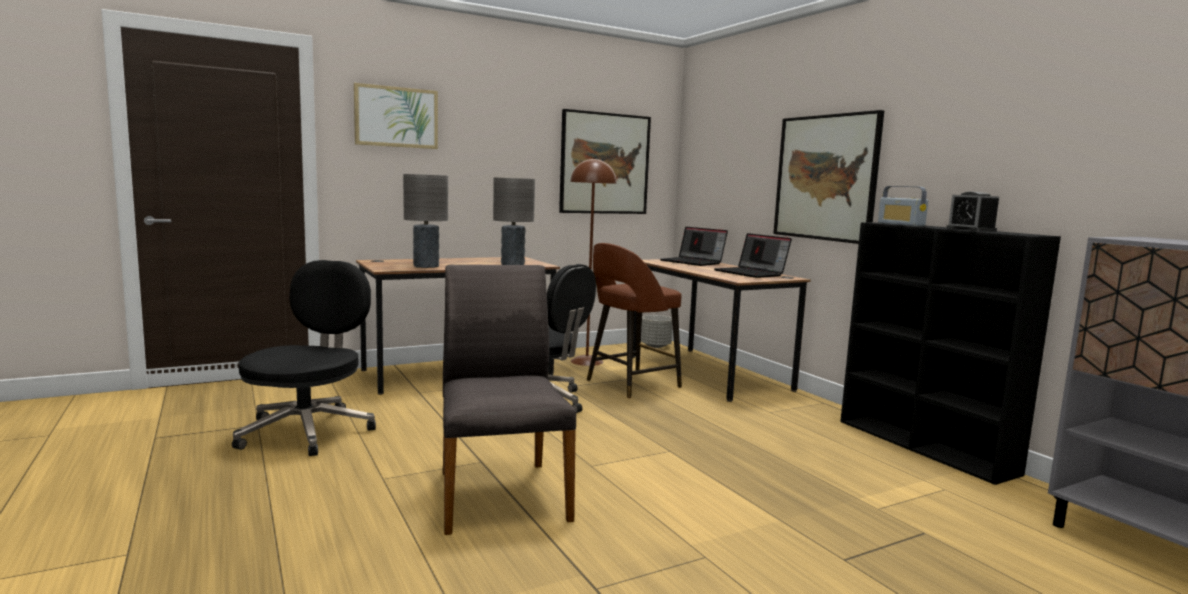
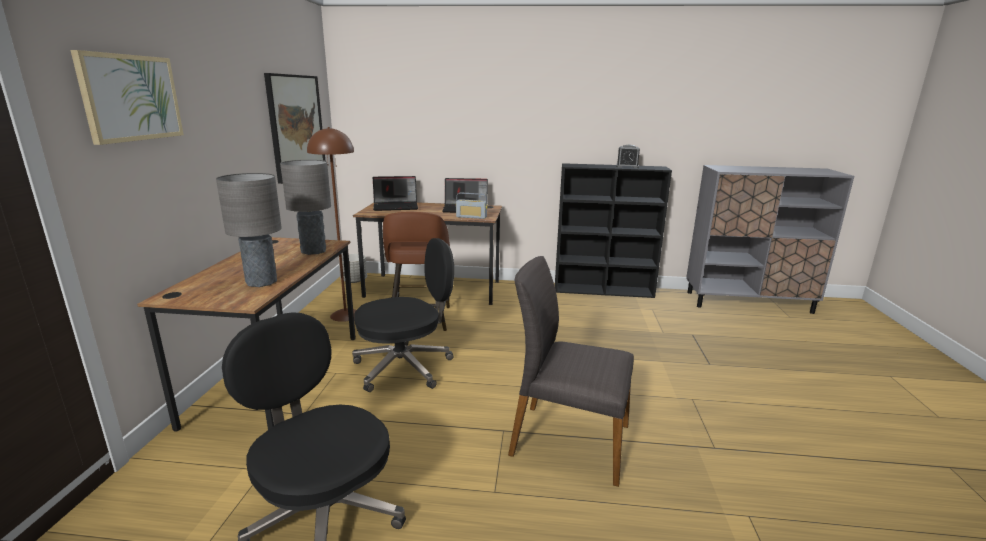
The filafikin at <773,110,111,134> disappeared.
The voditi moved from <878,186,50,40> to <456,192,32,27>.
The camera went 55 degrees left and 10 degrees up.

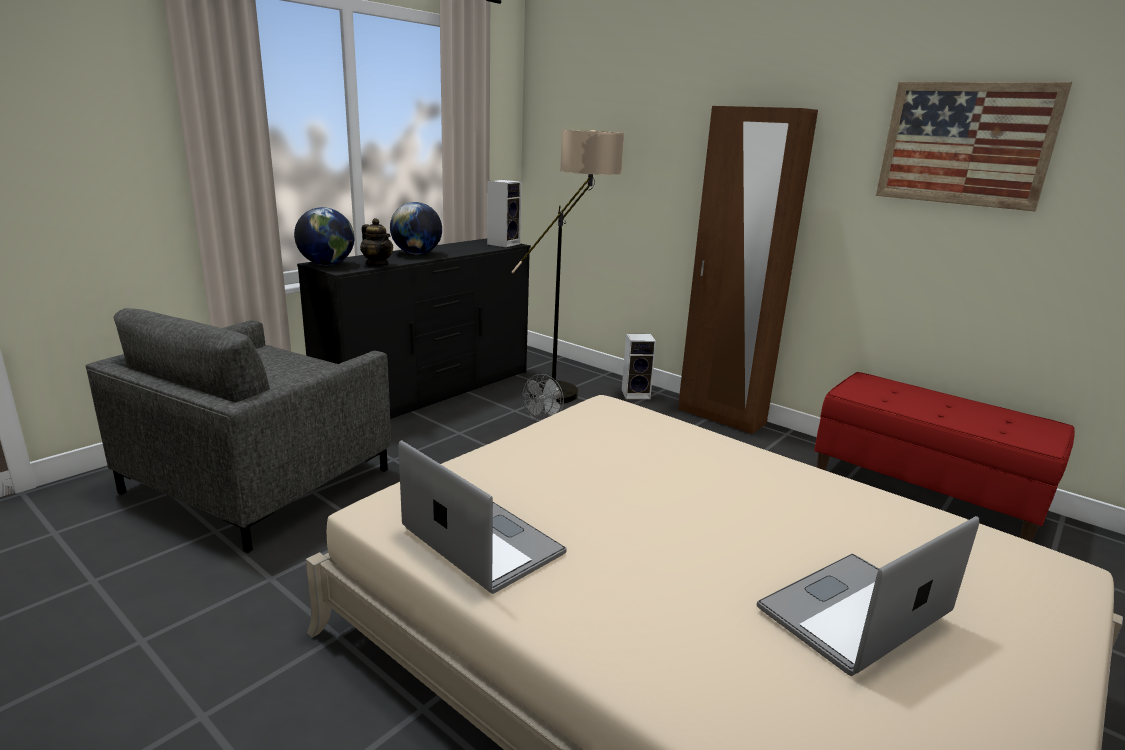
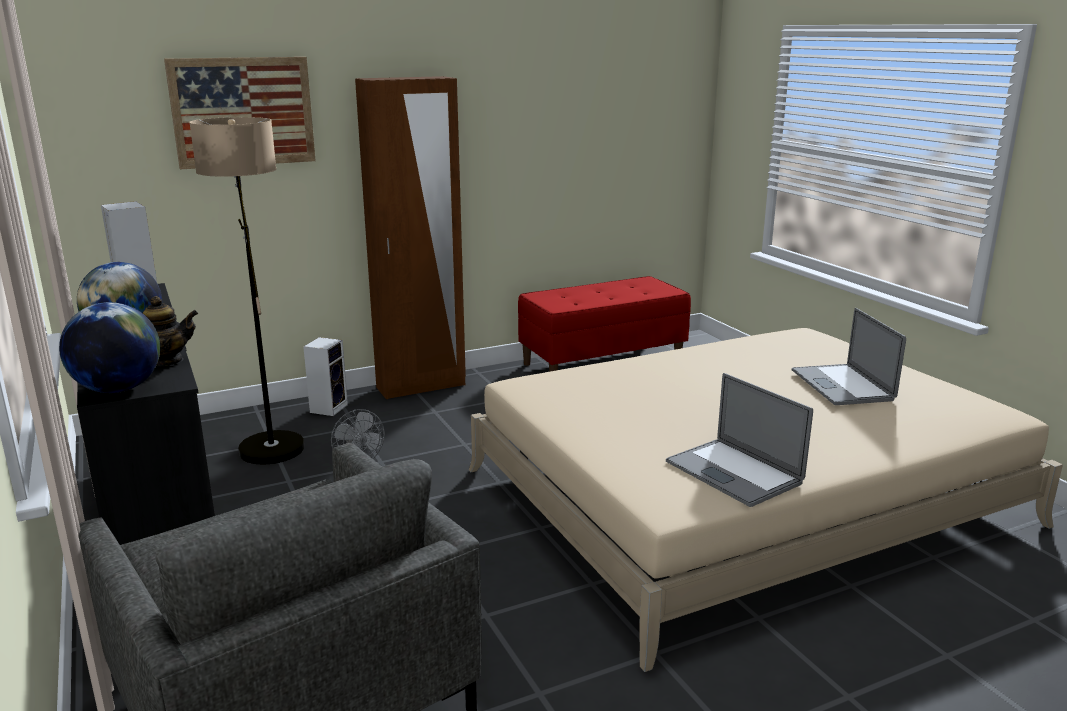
The filafikin moved from <876,82,196,129> to <164,57,152,113>.
The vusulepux at <398,440,169,154> turned 105 degrees counterclockwise.
The camera went 65 degrees left and 0 degrees up.

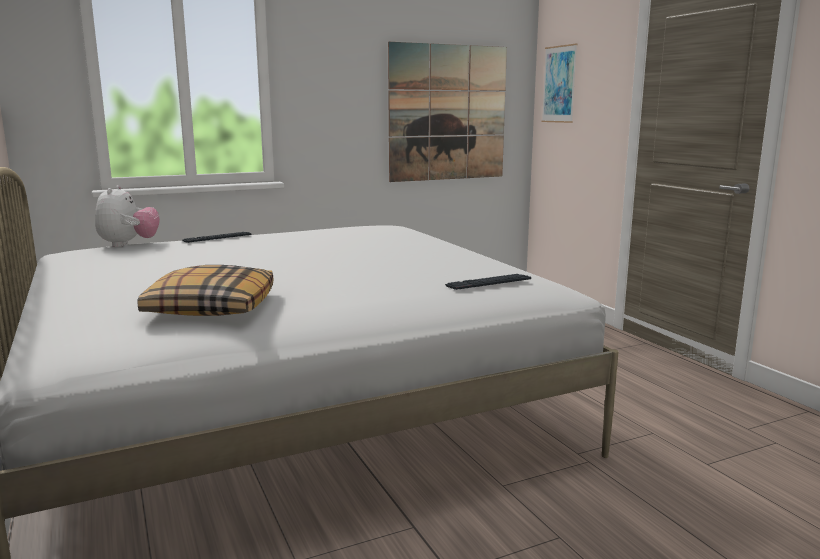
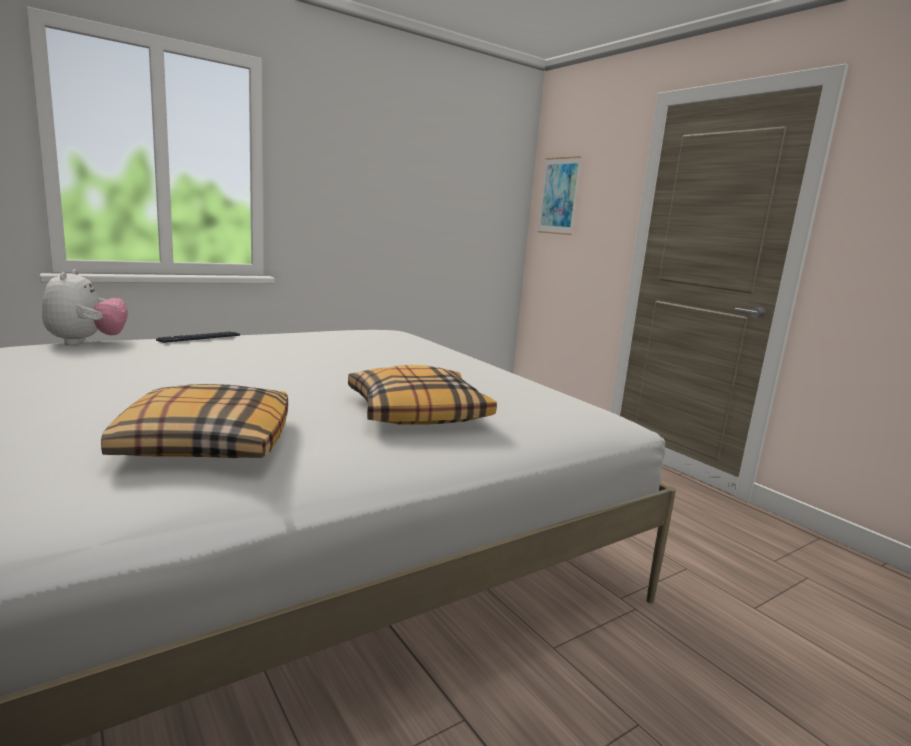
The filafikin at <388,42,119,140> disappeared.
The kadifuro at <445,274,86,16> disappeared.
The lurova at <348,365,149,60> appeared.
The camera went 10 degrees left and 0 degrees up.

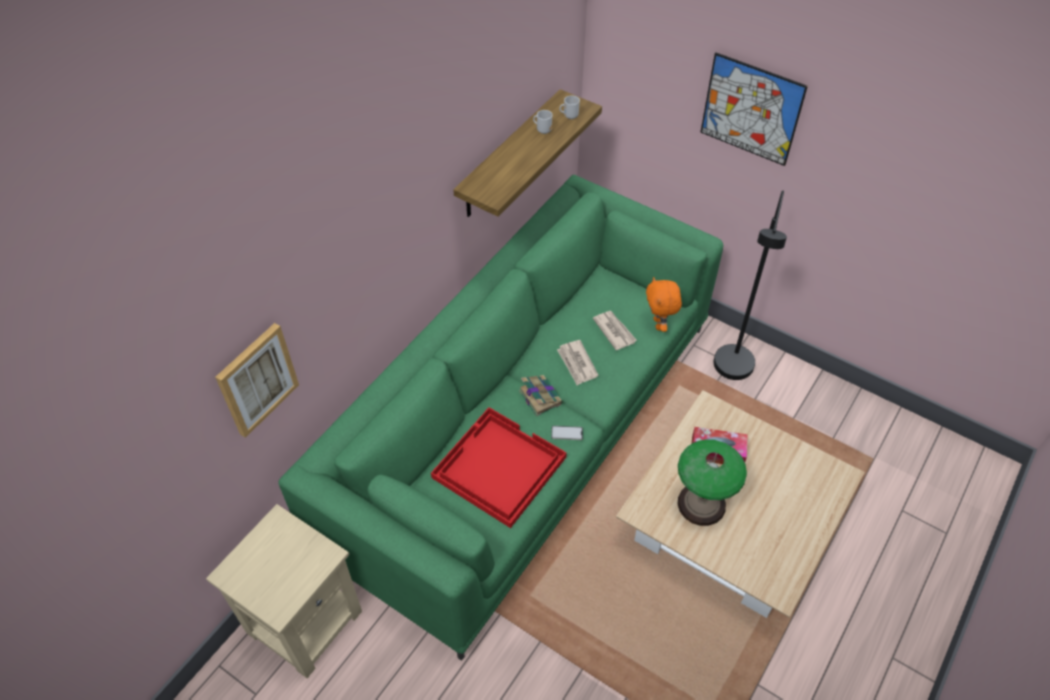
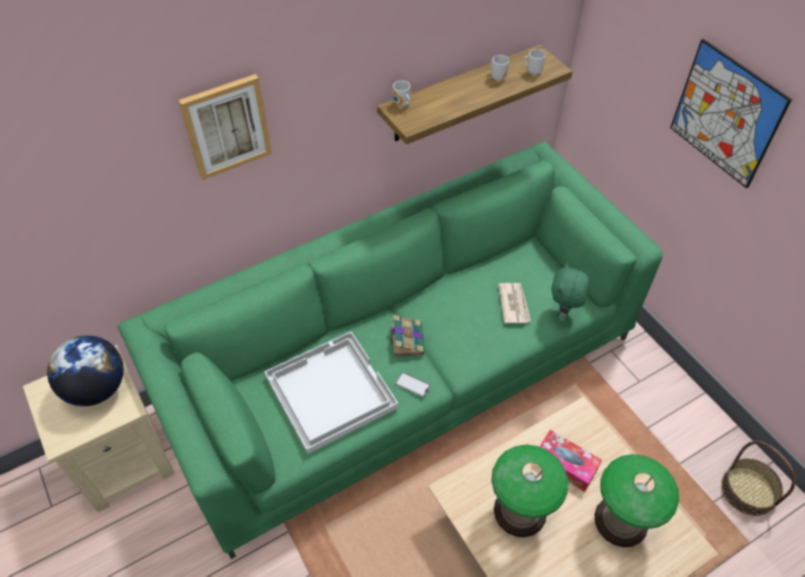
The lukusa at <557,340,42,45> disappeared.
The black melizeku at <714,191,73,189> disappeared.
The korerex at <47,335,77,71> appeared.
The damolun at <393,81,17,26> appeared.
The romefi at <594,454,85,93> appeared.
The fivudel at <721,441,75,75> appeared.
The filafikin moved from <215,323,84,115> to <178,74,94,106>.
The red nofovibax at <431,407,136,121> became the white nofovibax at <264,331,134,123>.
The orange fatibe at <646,277,36,55> became the green fatibe at <552,263,38,60>.
The camera went 25 degrees right and 0 degrees up.

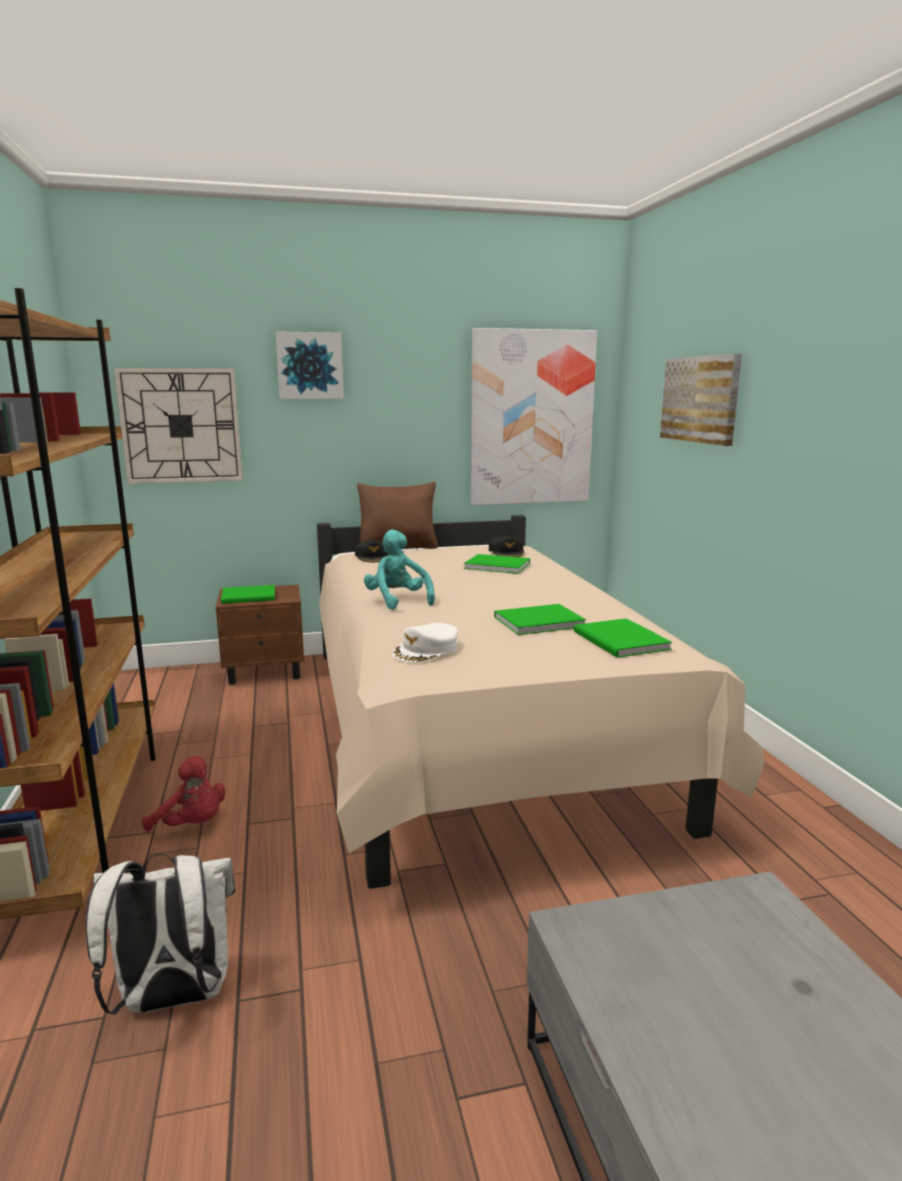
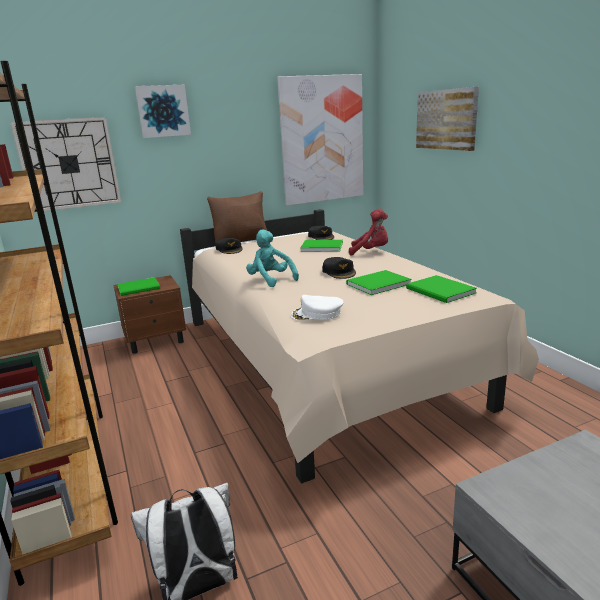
The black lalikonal at <322,257,34,22> appeared.
The red fatibe moved from <142,756,83,76> to <349,209,39,47>.
The white lalikonal at <392,623,66,40> turned 60 degrees clockwise.
The camera went 10 degrees left and 5 degrees up.

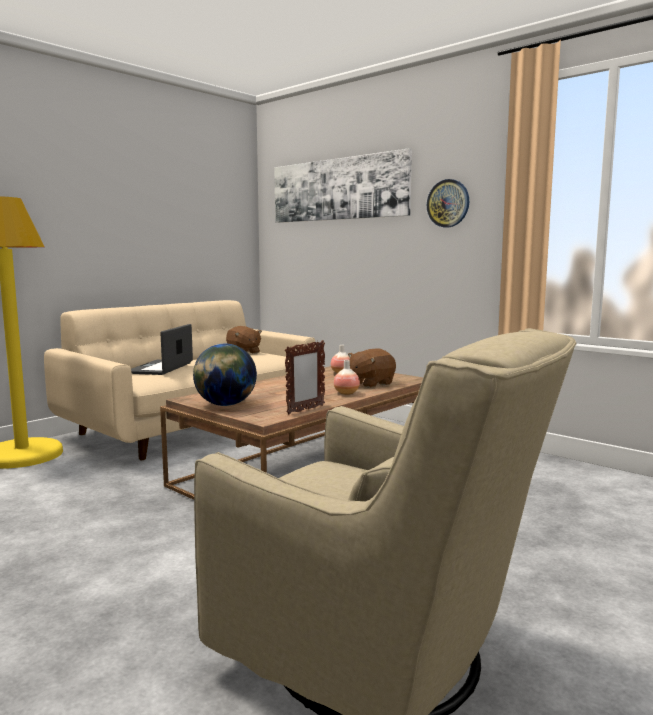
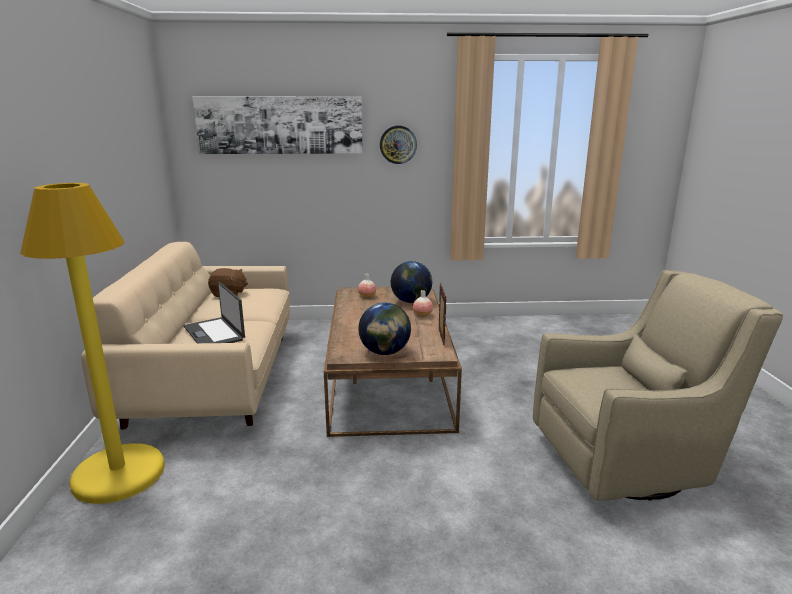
The brown fatibe at <348,349,48,39> was replaced by the korerex at <391,261,41,42>.
The camera went 45 degrees left and 10 degrees up.

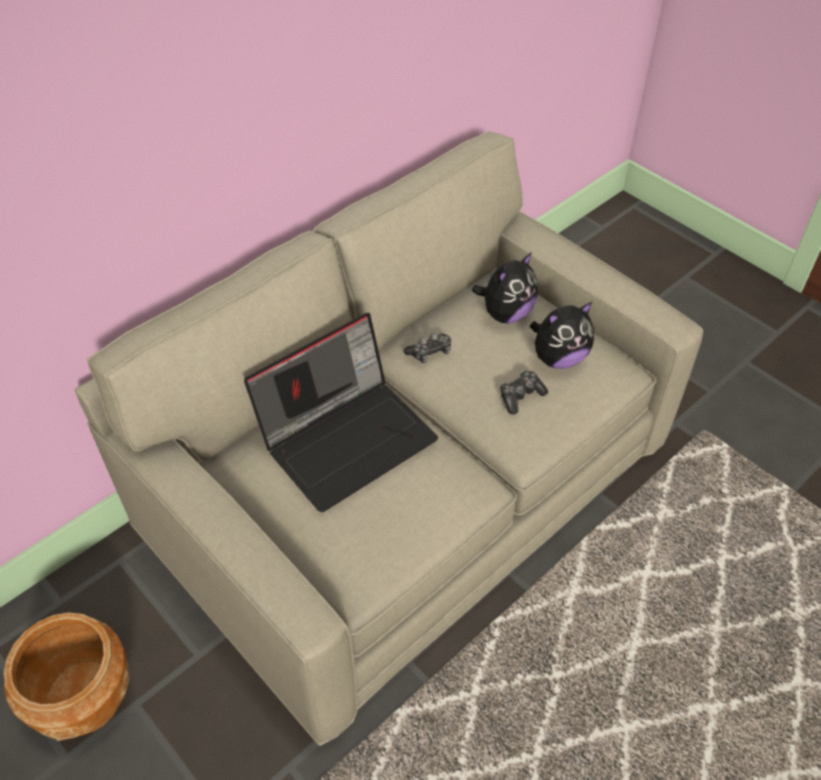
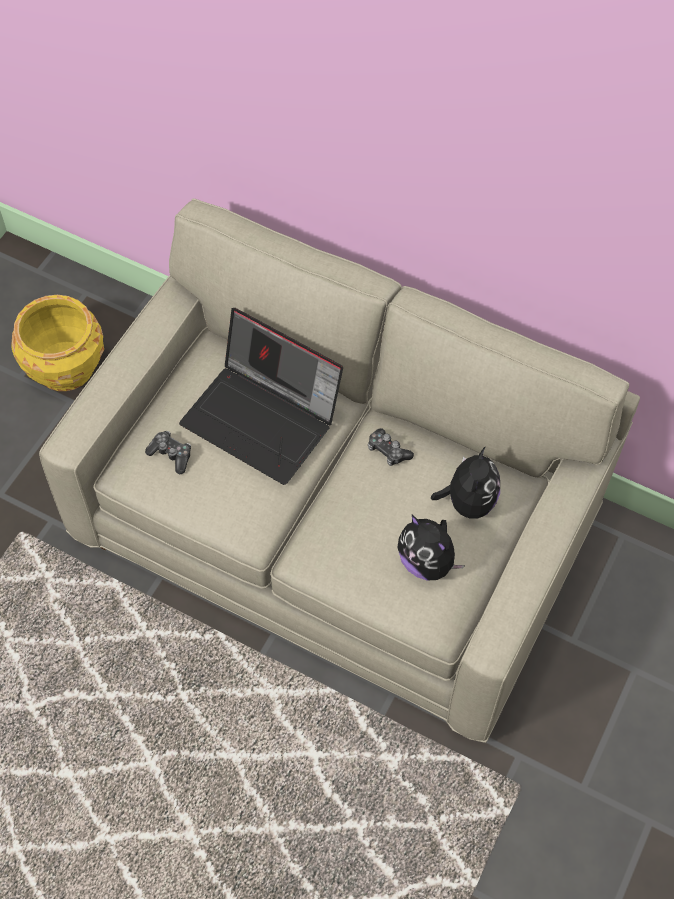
The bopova moved from <500,371,48,44> to <145,431,46,43>.
The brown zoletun at <4,612,126,129> became the yellow zoletun at <11,295,93,96>.
The fatibe at <472,252,66,71> turned 105 degrees counterclockwise.
The camera went 70 degrees right and 10 degrees up.

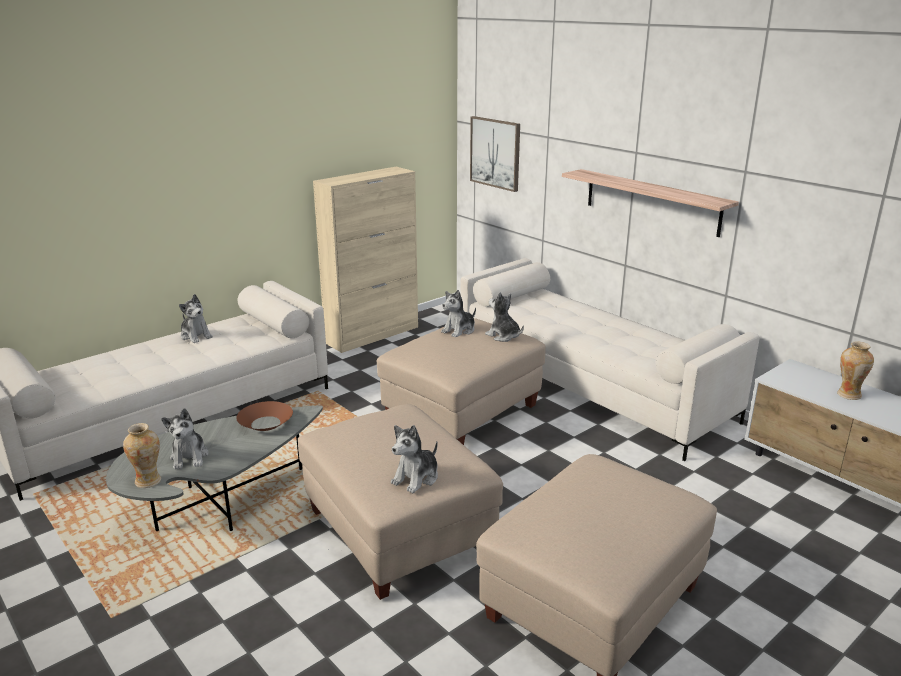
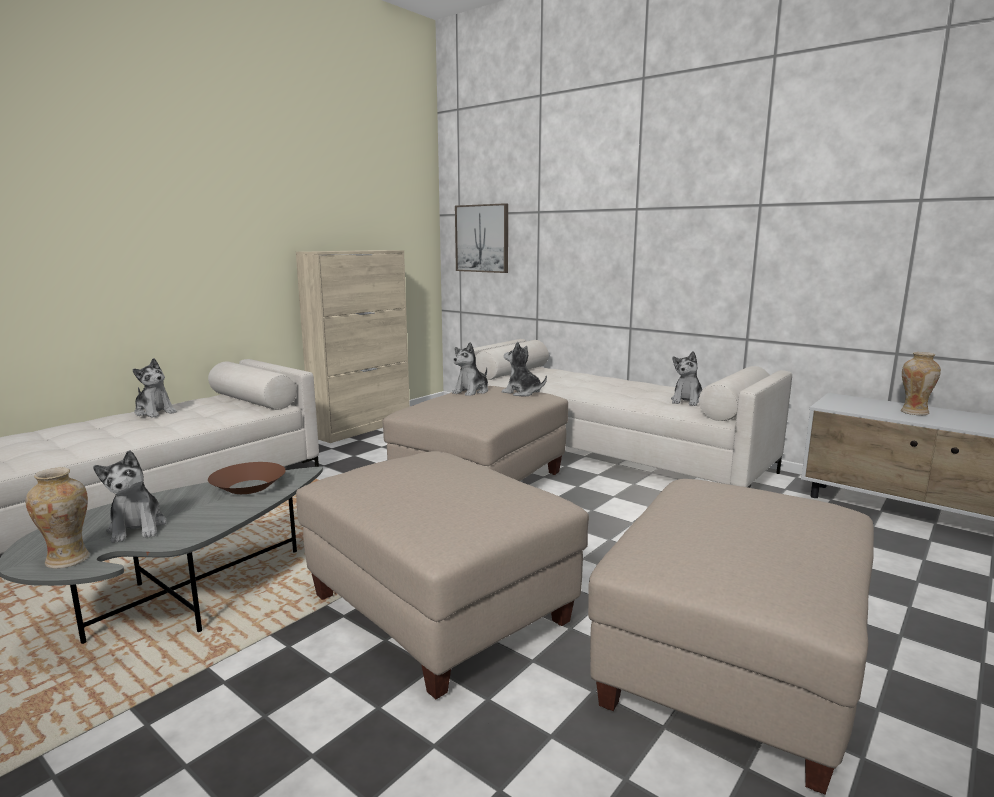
The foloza at <562,169,177,68> disappeared.
The fatibe moved from <391,425,47,68> to <671,351,31,55>.
The camera went 10 degrees left and 10 degrees down.

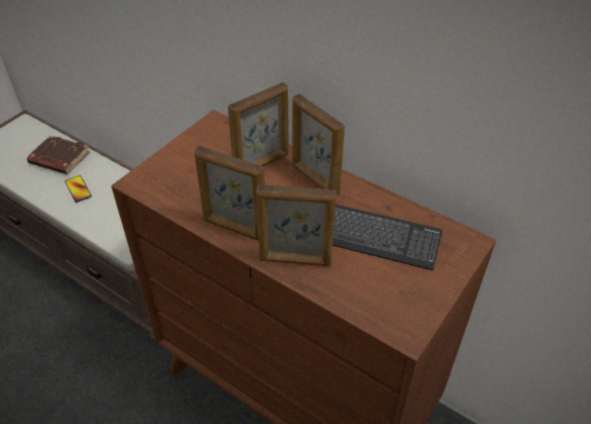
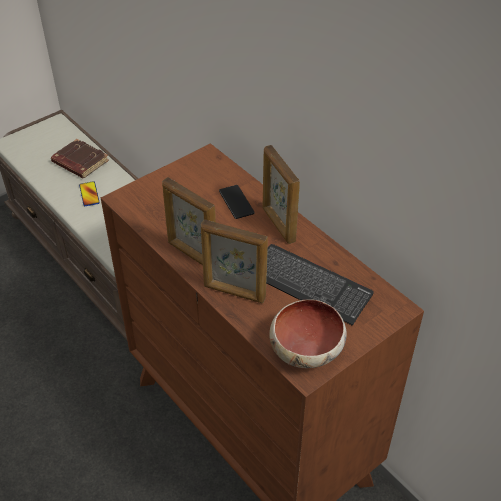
The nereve at <269,299,78,69> appeared.
The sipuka at <228,82,61,85> was replaced by the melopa at <219,185,36,34>.
The camera went 15 degrees right and 0 degrees up.

